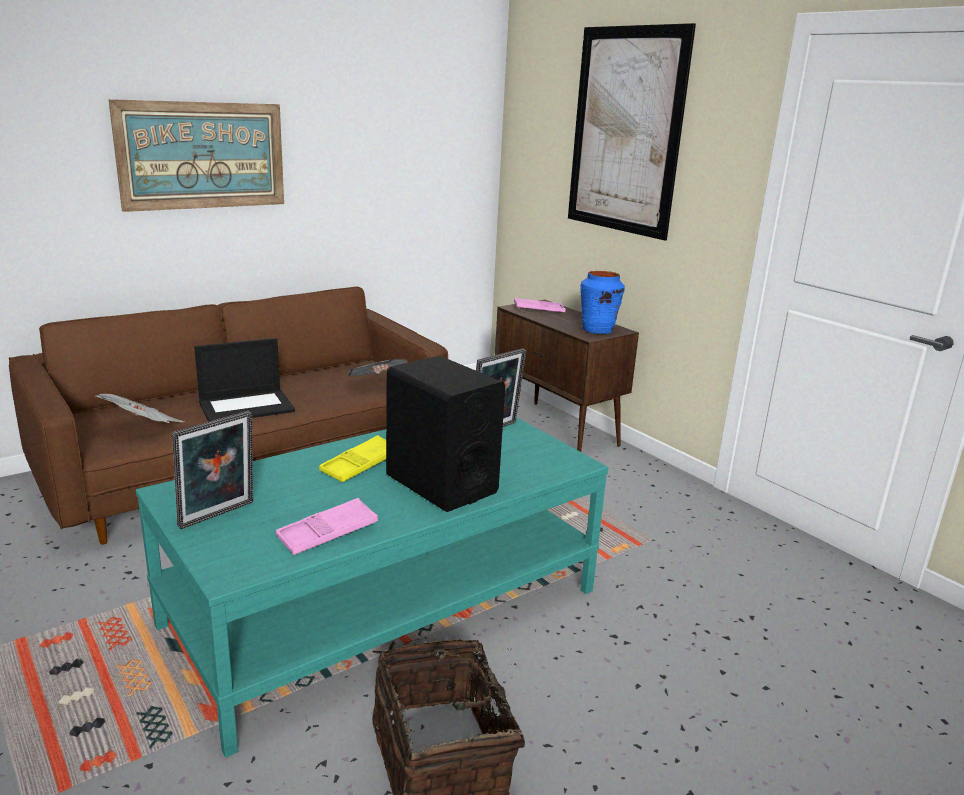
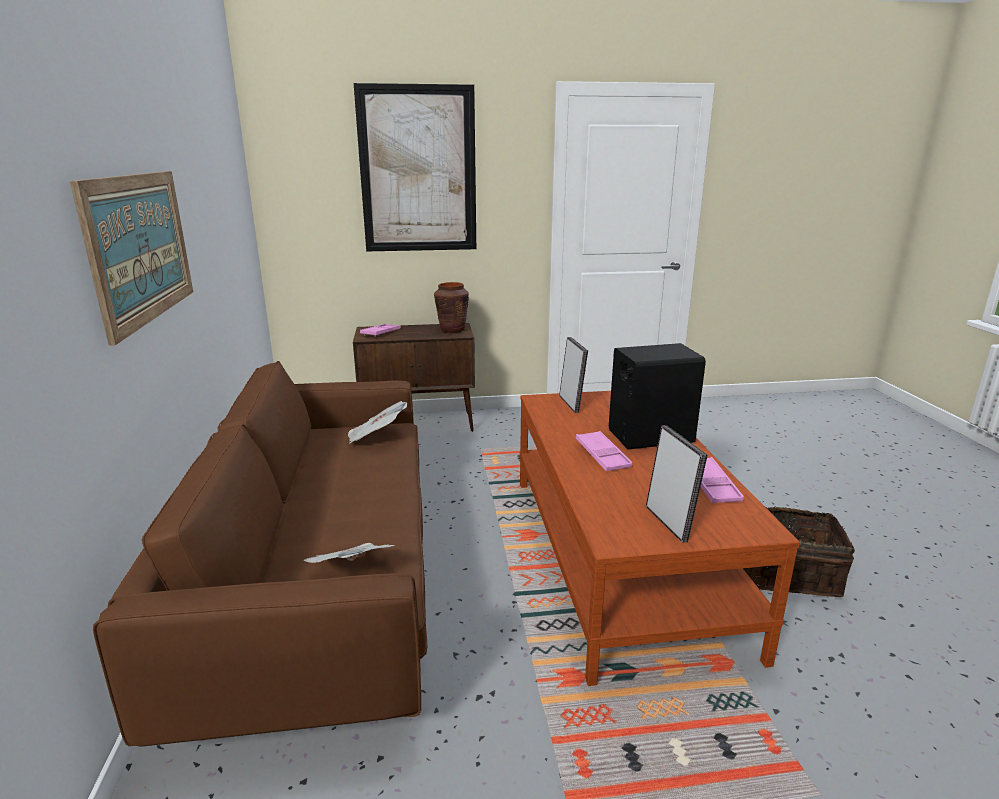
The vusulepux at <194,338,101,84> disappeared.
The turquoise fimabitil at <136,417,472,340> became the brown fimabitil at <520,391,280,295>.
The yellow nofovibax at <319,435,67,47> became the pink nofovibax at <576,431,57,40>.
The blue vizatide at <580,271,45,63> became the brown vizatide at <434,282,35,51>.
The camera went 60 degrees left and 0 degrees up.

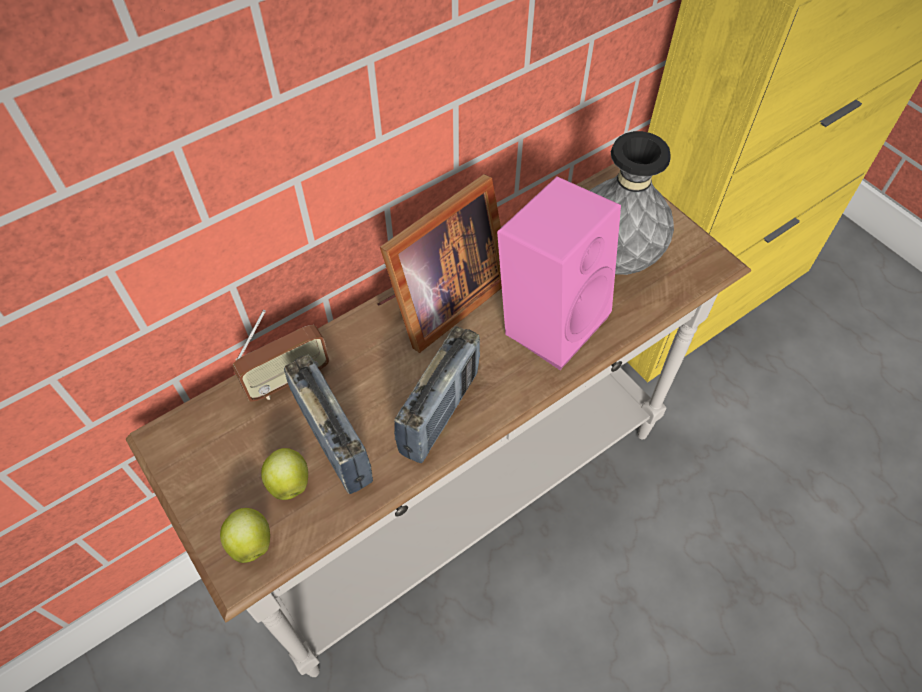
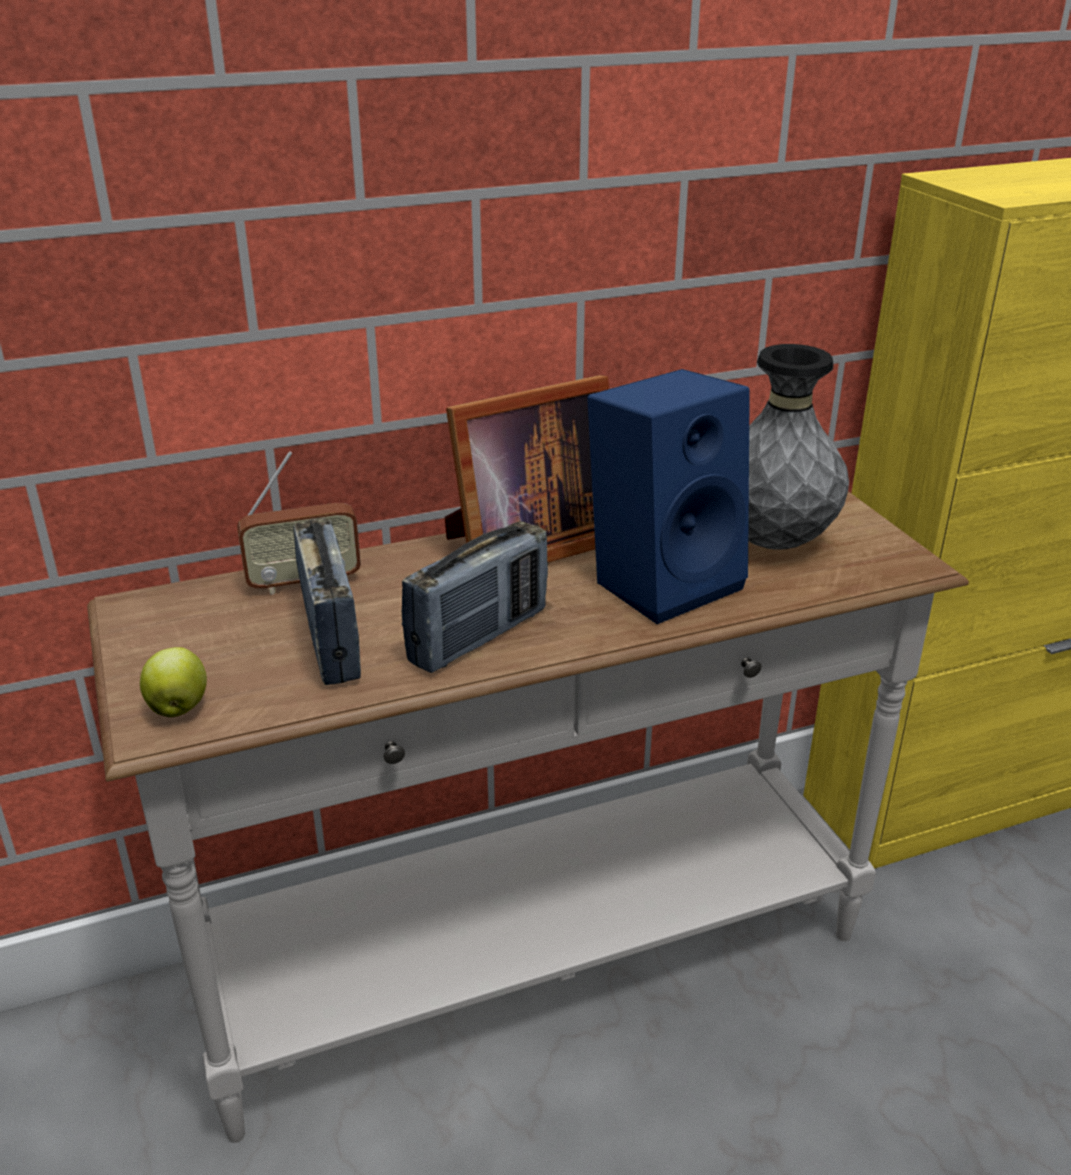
The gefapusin at <261,448,47,52> disappeared.
The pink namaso at <497,177,124,193> became the blue namaso at <587,369,163,255>.
The camera went 15 degrees right and 25 degrees down.

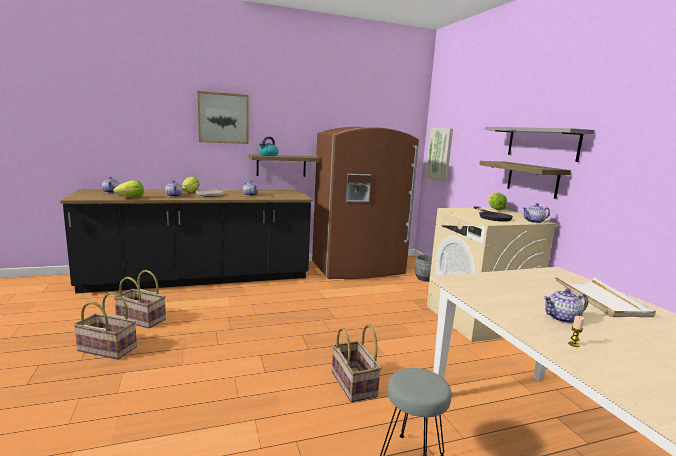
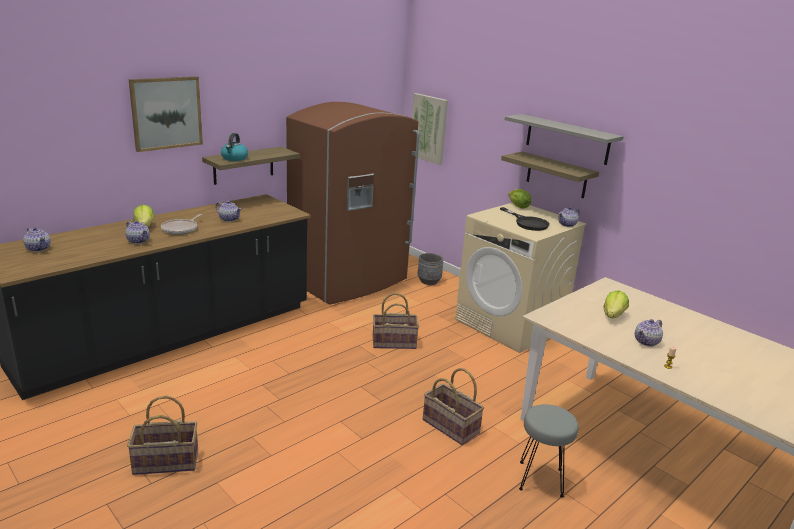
The white nofovibax at <555,277,101,40> disappeared.
The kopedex moved from <113,180,31,18> to <603,291,26,27>.
The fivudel moved from <114,270,52,59> to <373,293,46,56>.
The camera went 25 degrees left and 10 degrees up.

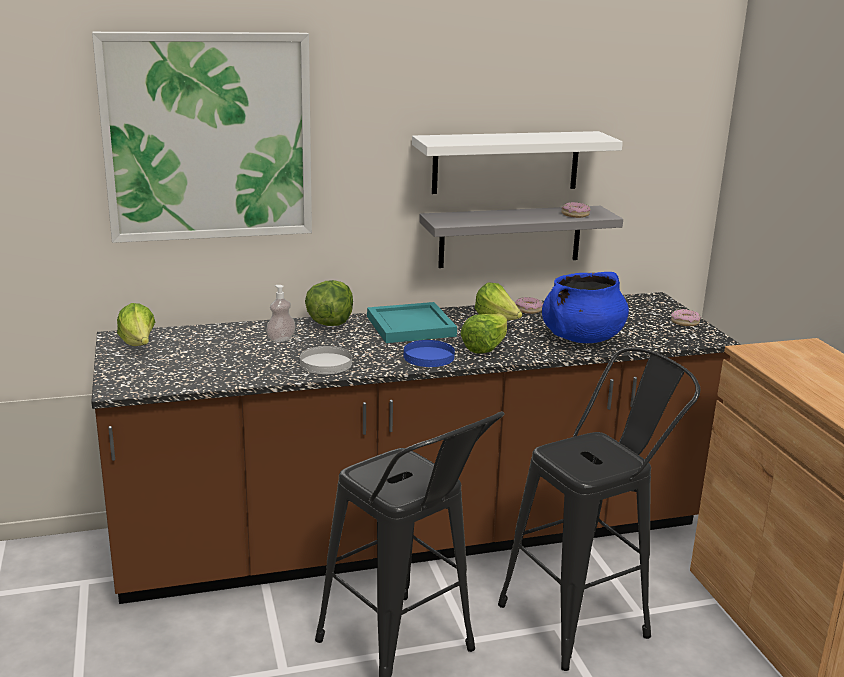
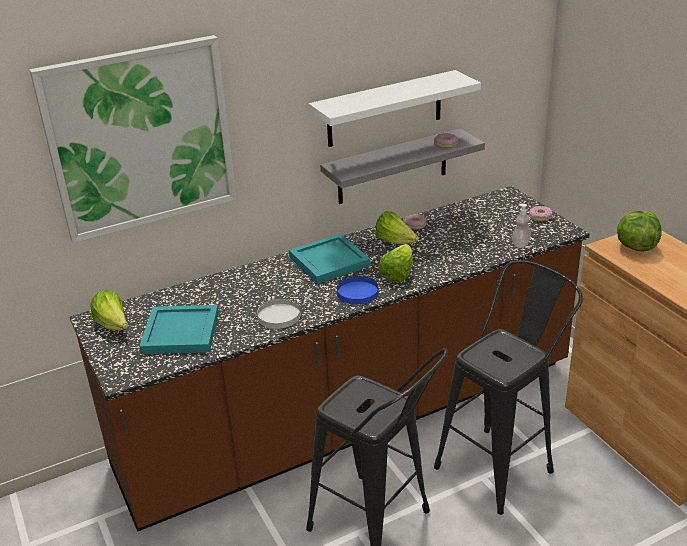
The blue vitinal at <542,272,87,71> disappeared.
The turquoise nofovibax at <139,305,80,49> appeared.
The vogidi moved from <266,285,30,57> to <512,204,19,44>.
The kopedex moved from <305,280,48,46> to <617,210,45,42>.
The camera went 10 degrees left and 10 degrees up.

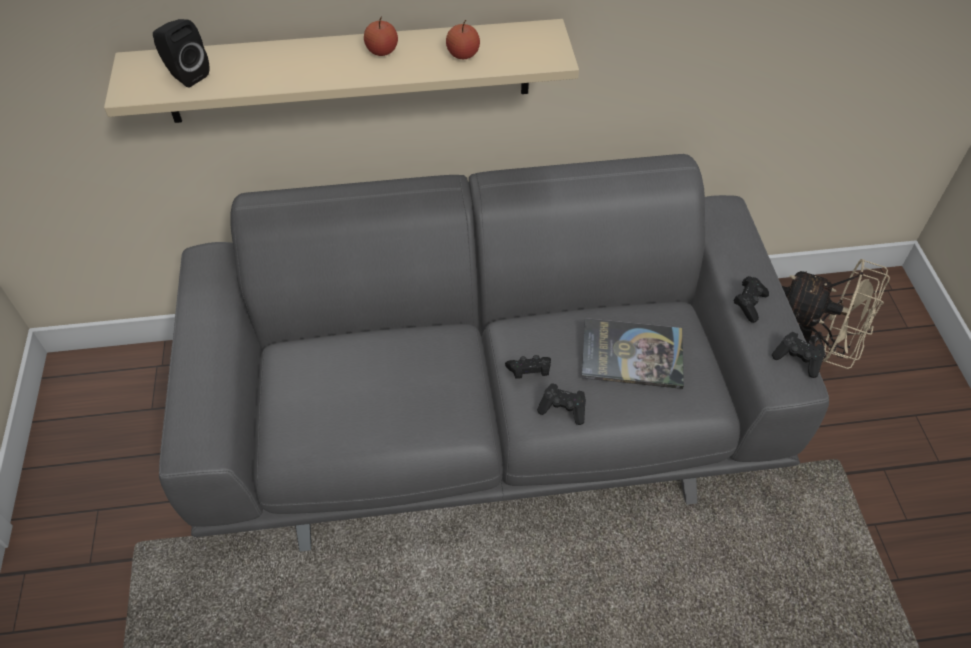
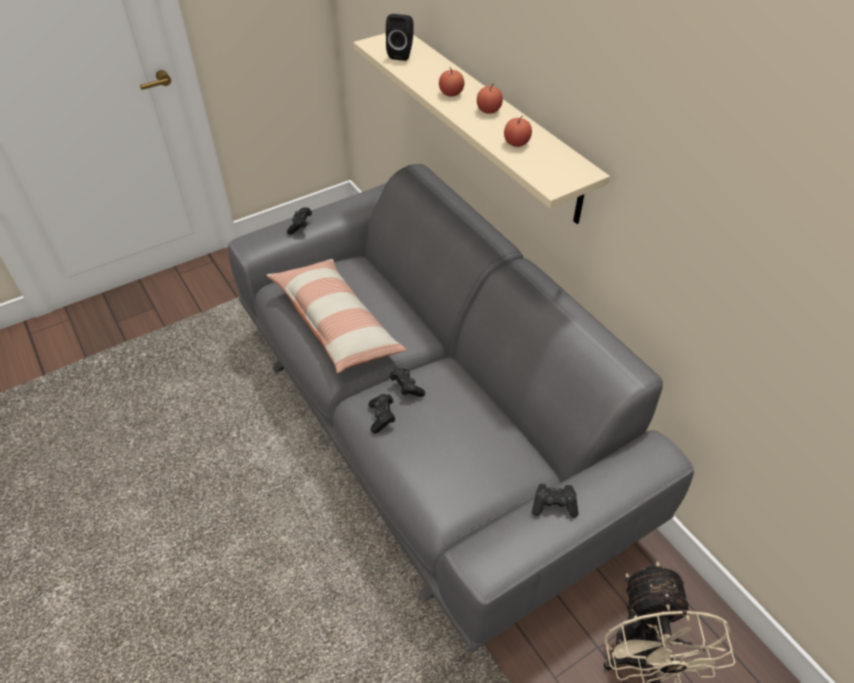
The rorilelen at <581,318,103,71> disappeared.
The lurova at <266,259,141,114> appeared.
The gefapusin at <439,67,25,30> appeared.
The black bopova moved from <772,332,53,46> to <287,207,25,28>.
The camera went 65 degrees right and 5 degrees down.

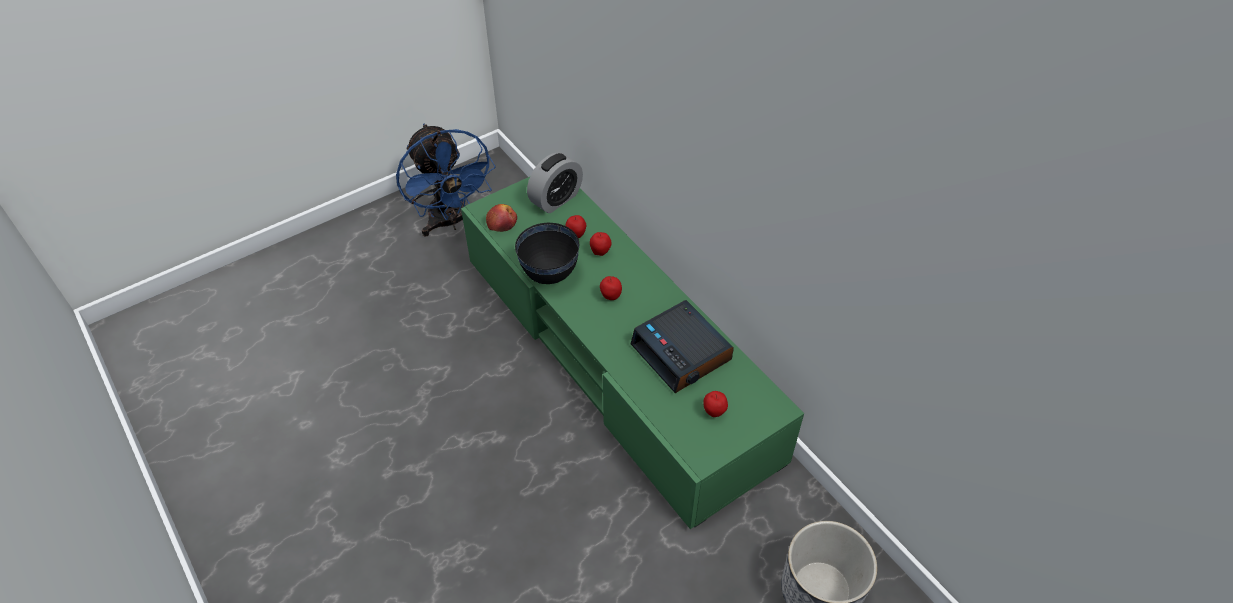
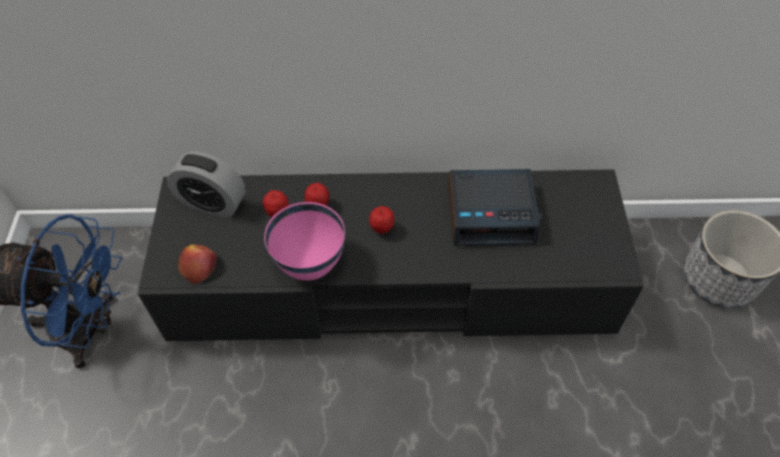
The gefapusin at <703,391,25,26> disappeared.
The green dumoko at <461,177,343,352> became the black dumoko at <138,169,506,172>.
The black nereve at <515,223,64,61> became the pink nereve at <264,202,81,79>.
The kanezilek at <527,152,56,61> turned 120 degrees clockwise.
The camera went 55 degrees left and 5 degrees up.

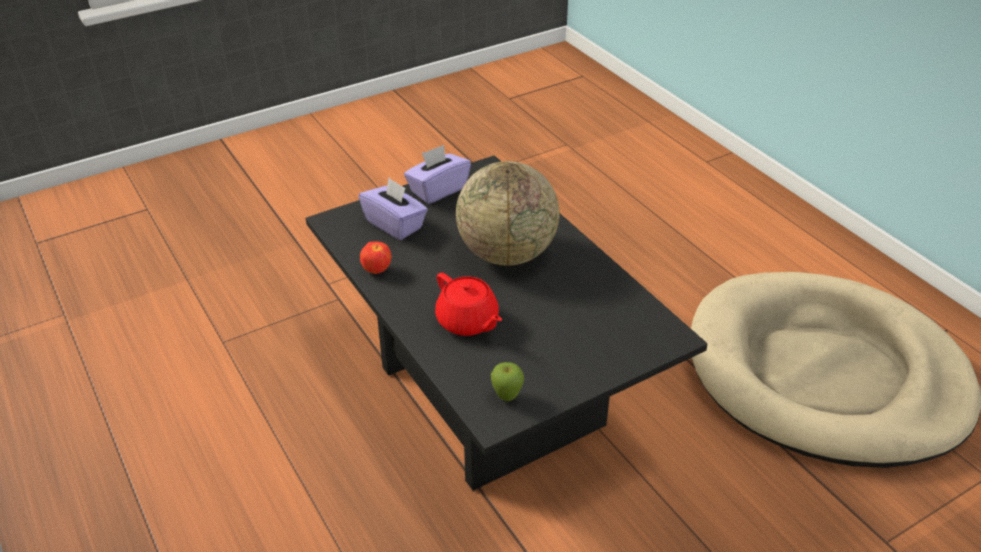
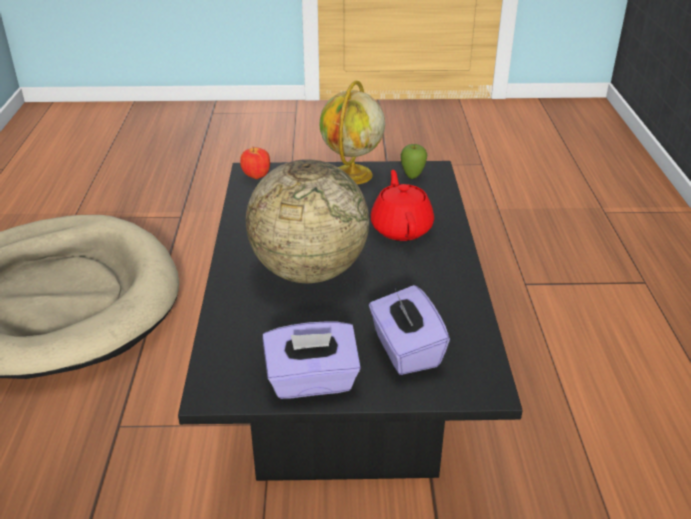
The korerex at <320,80,65,104> appeared.
The gefapusin moved from <360,242,32,32> to <240,147,30,33>.
The camera went 150 degrees left and 5 degrees down.

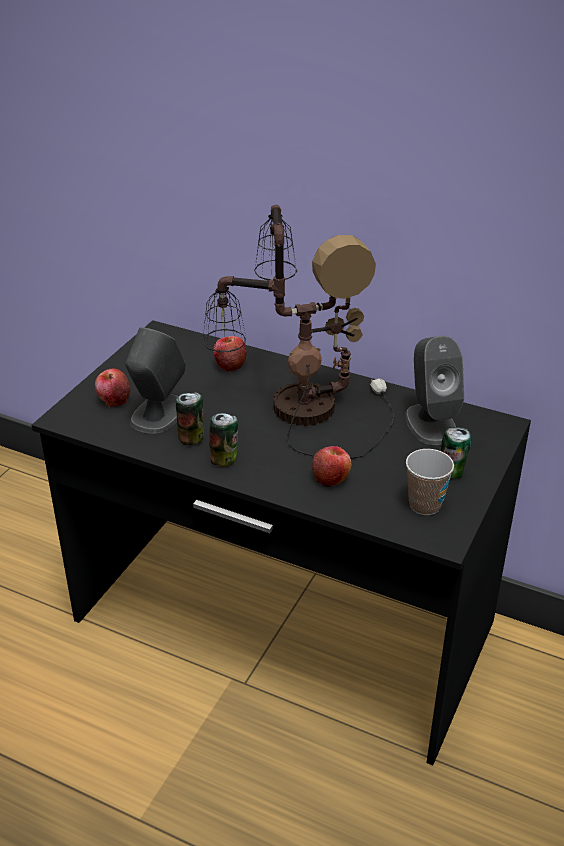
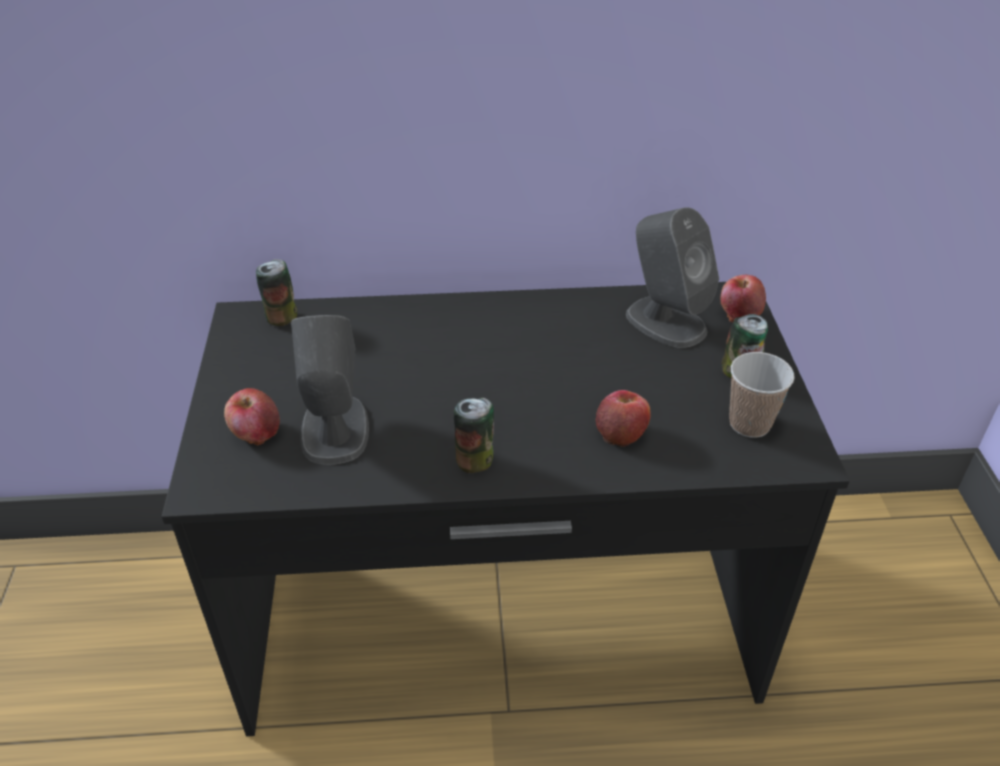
The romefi at <203,205,191,254> disappeared.
The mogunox moved from <175,392,29,53> to <256,259,41,67>.
The gefapusin moved from <213,336,34,36> to <720,275,46,47>.
The camera went 30 degrees left and 5 degrees up.

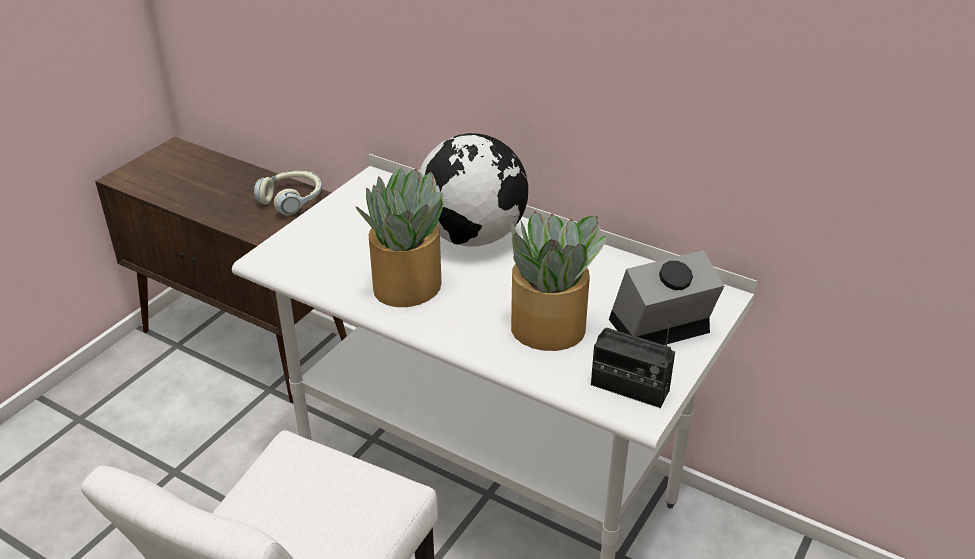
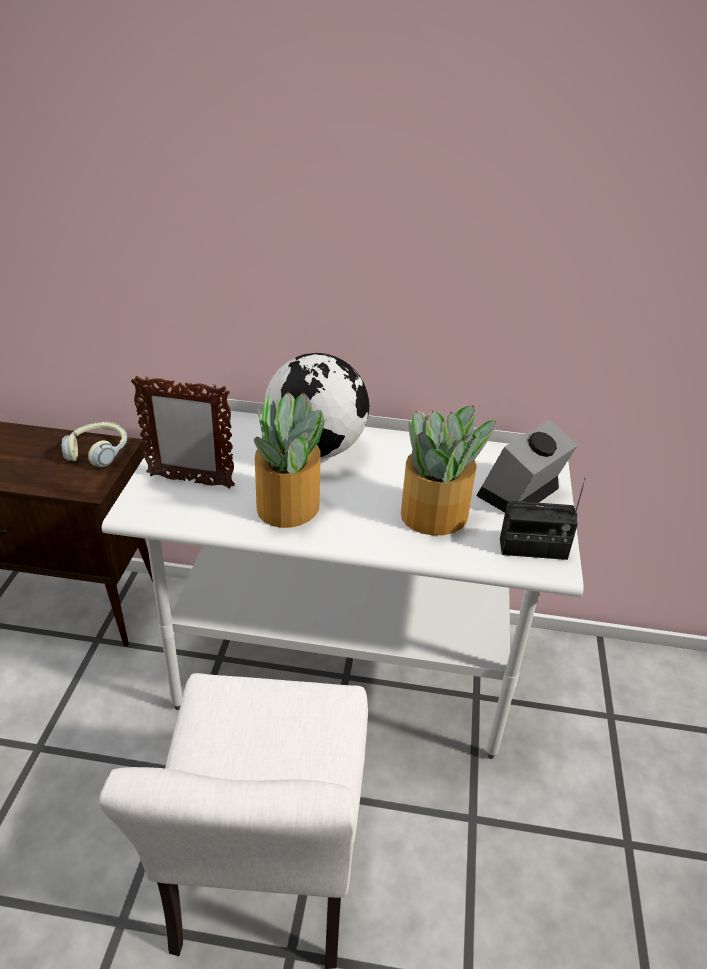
The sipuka at <131,375,104,114> appeared.
The camera went 25 degrees left and 0 degrees up.

